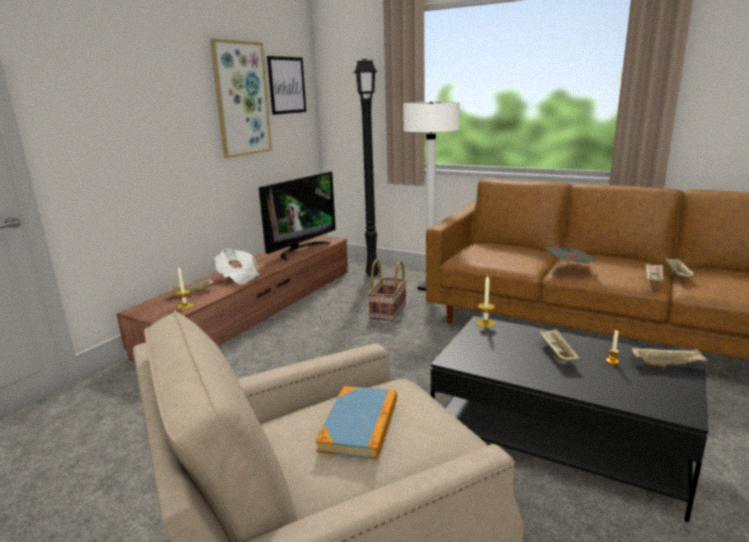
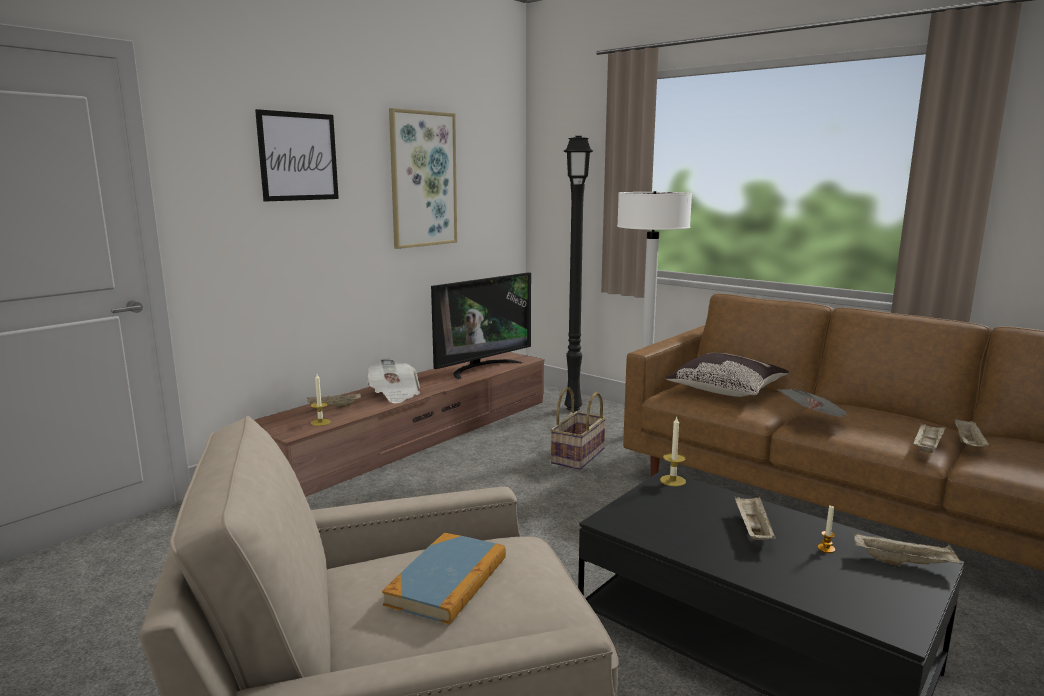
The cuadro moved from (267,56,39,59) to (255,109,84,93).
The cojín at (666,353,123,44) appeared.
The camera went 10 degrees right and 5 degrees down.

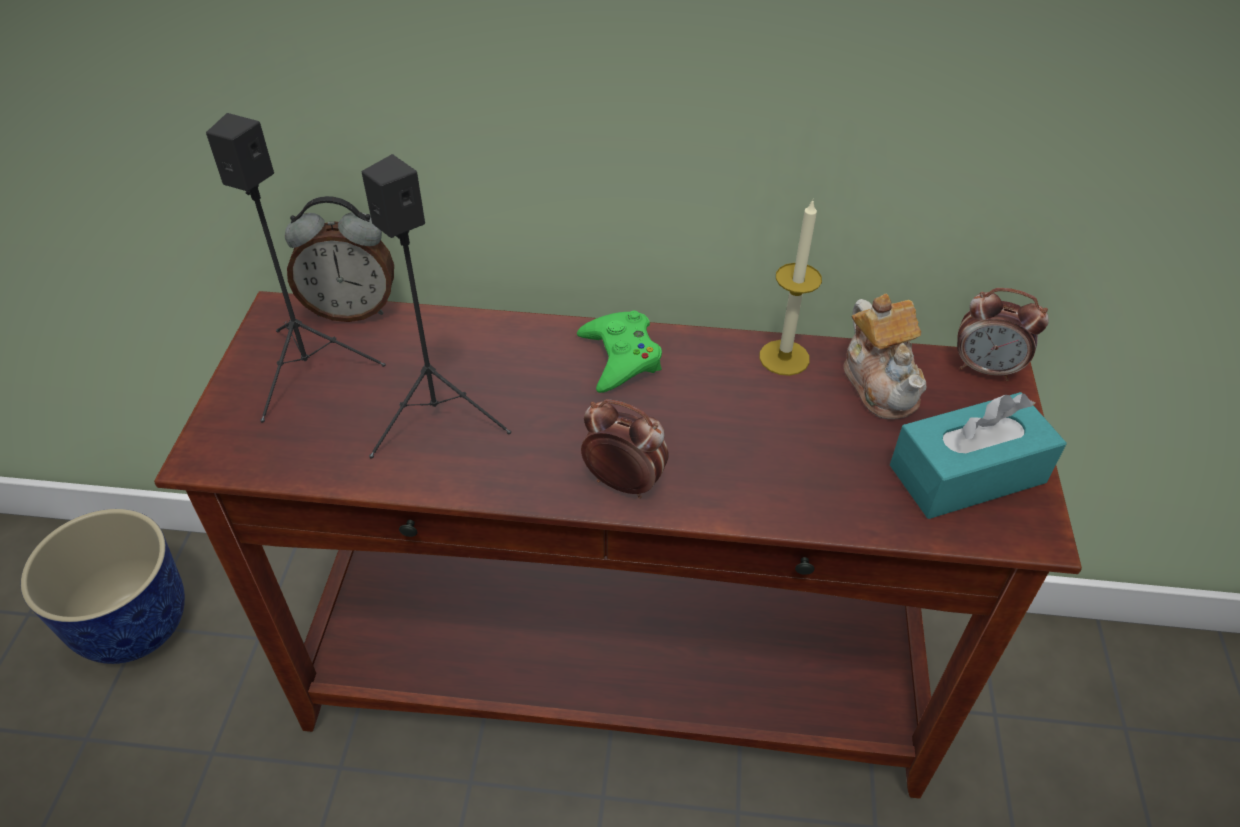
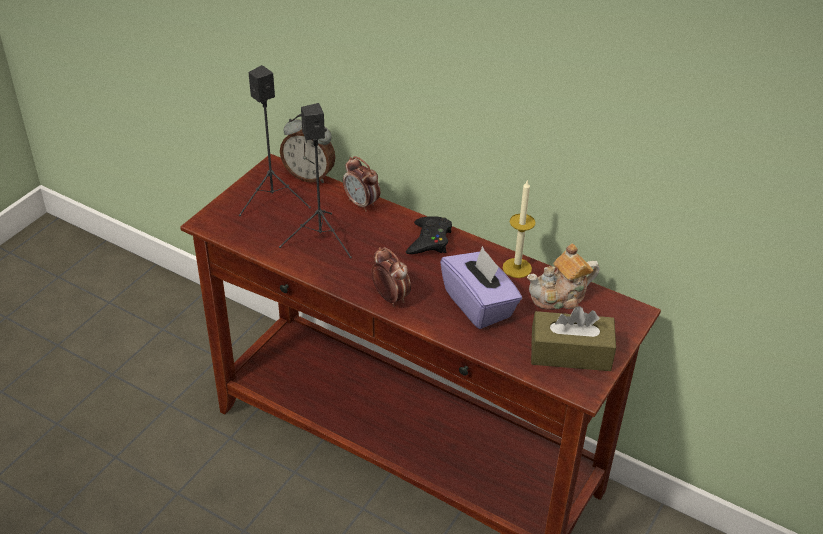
The despertador moved from (957,288,92,93) to (343,156,37,56).
The tetera at (844,294,82,125) turned 60 degrees clockwise.
The mando de consola (verde) at (577,311,85,82) became the mando de consola (negro) at (406,216,46,38).
The caja de pañuelos (turquesa) at (890,392,177,127) became the caja de pañuelos (marrón) at (531,306,85,65).
The maceta at (21,509,164,155) disappeared.
The caja de pañuelos (morado) at (440,246,82,83) appeared.
The camera went 25 degrees right and 5 degrees down.

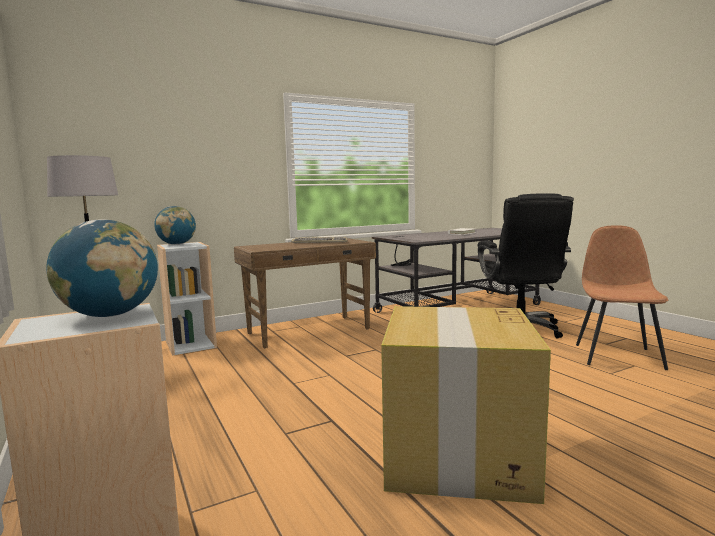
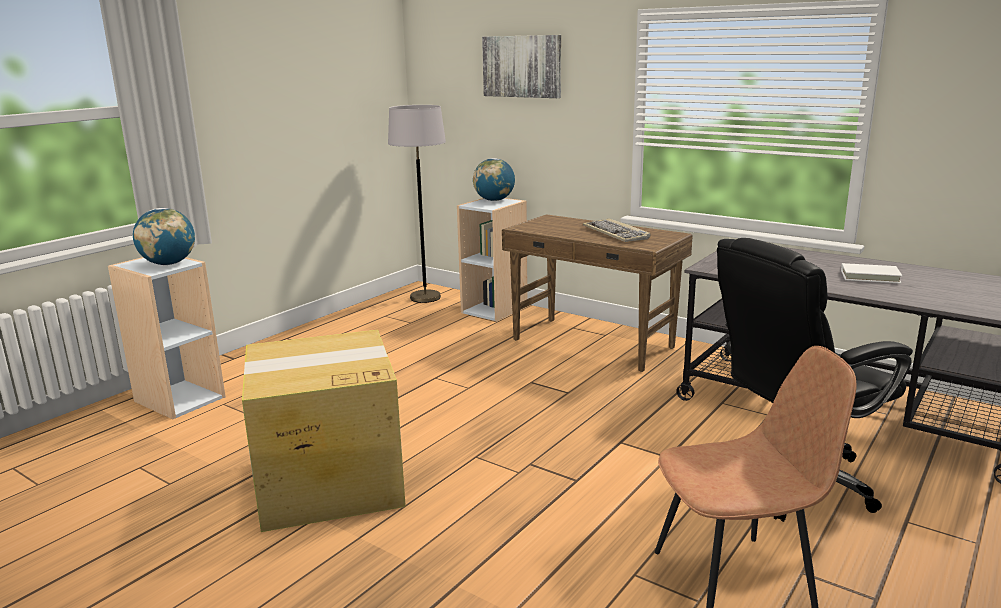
The cuadro at (482,35,79,63) appeared.
The camera went 65 degrees right and 10 degrees up.

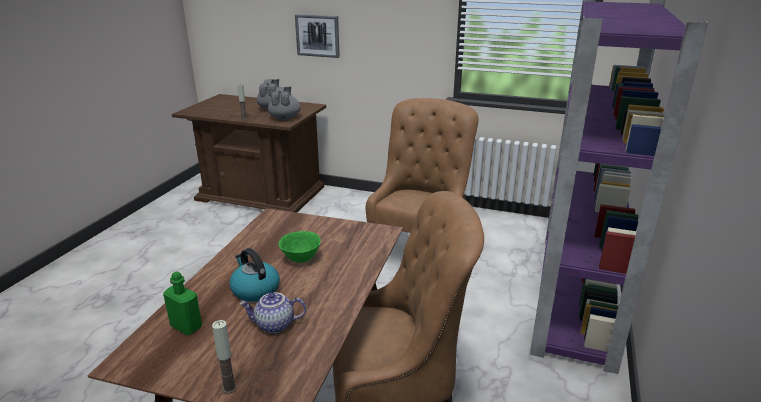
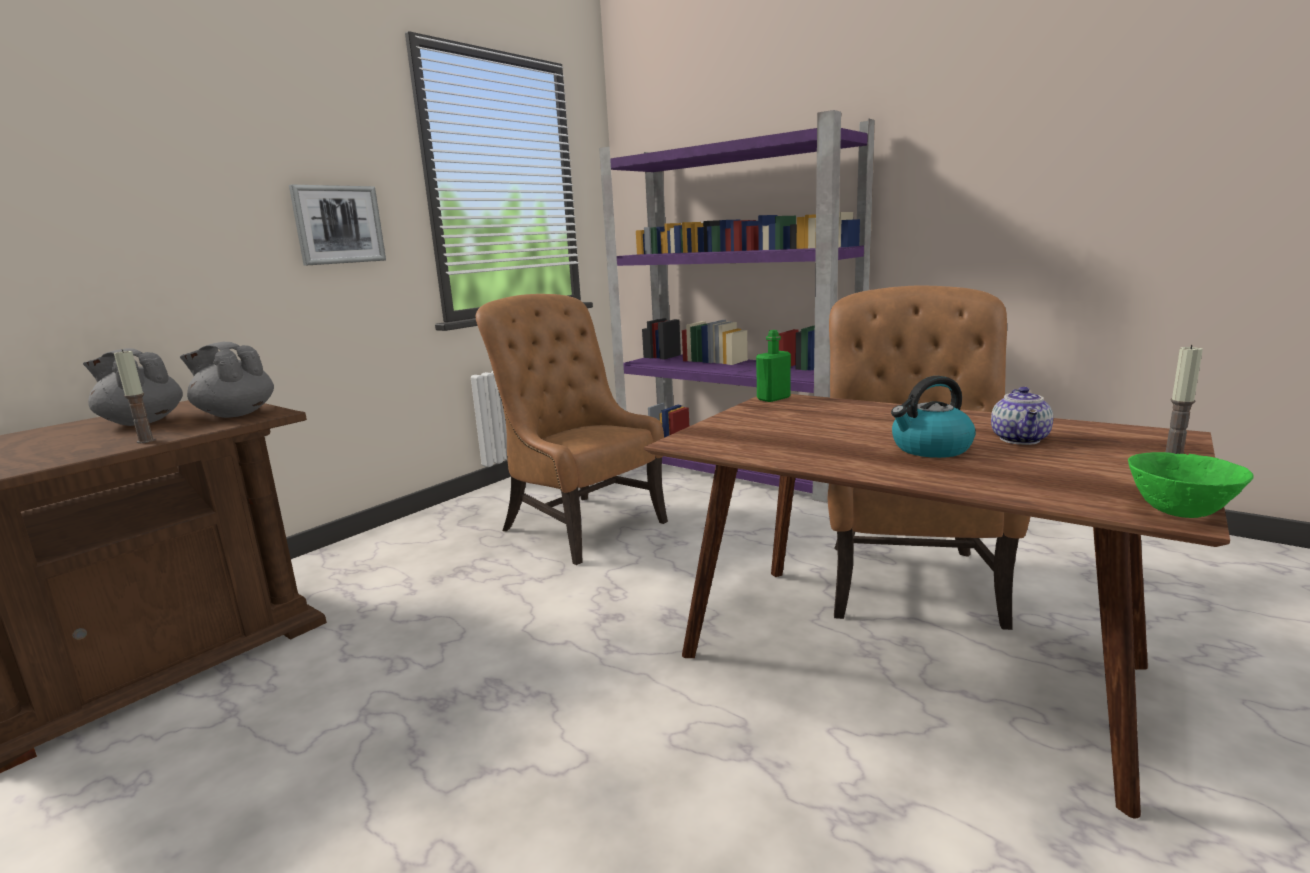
The cuadro moved from (295,14,45,44) to (289,185,97,81).
The cuenco (verde) moved from (279,231,42,32) to (1128,452,126,66).
The botella (verde) moved from (163,272,39,63) to (756,330,35,72).
The camera went 70 degrees left and 10 degrees down.

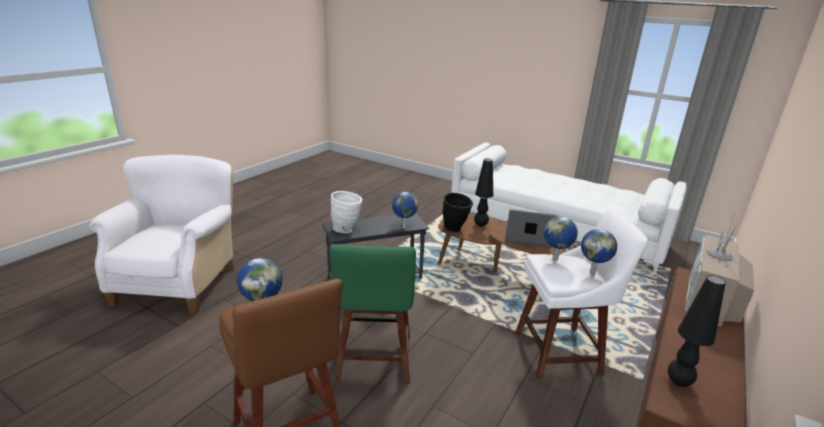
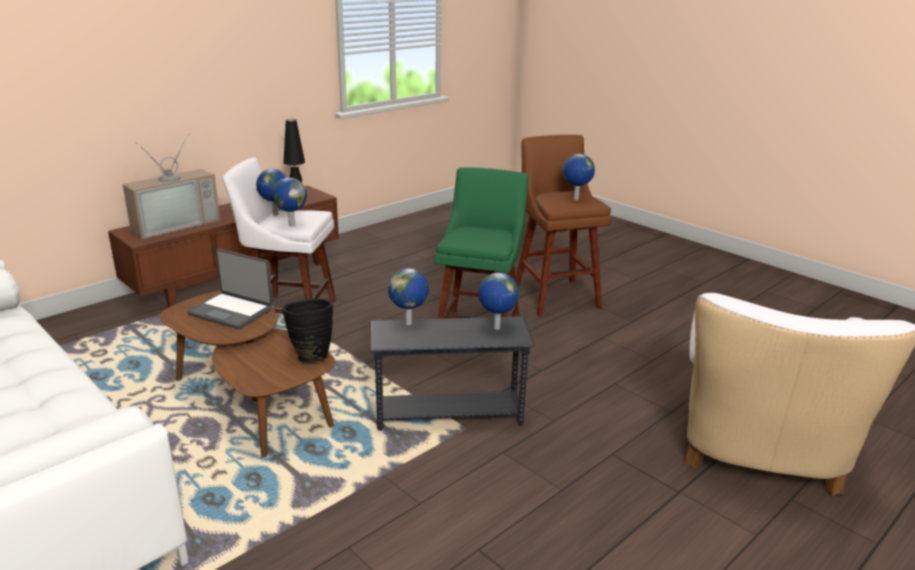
The lámpara de mesa (negro) at (474,158,19,69) disappeared.
The florero (blanco) at (331,191,31,42) was replaced by the globo terráqueo at (478,272,41,58).
The camera went 165 degrees left and 0 degrees up.

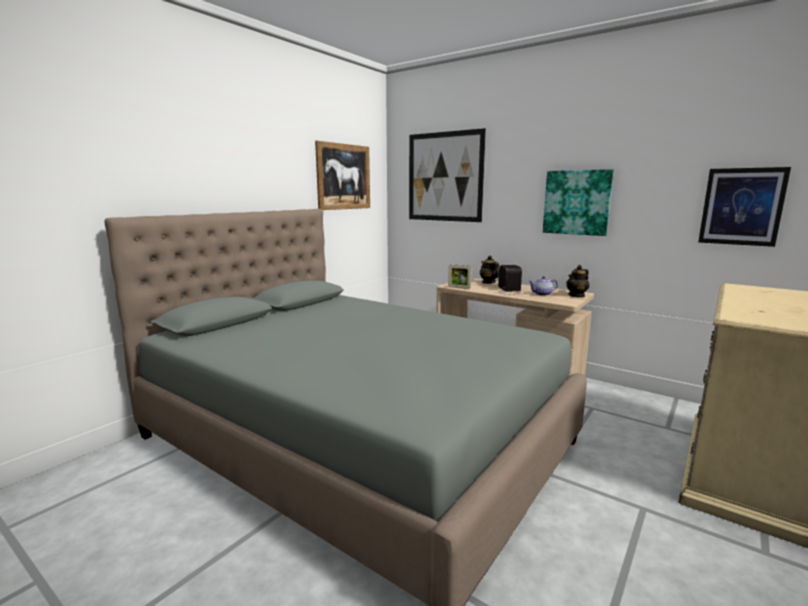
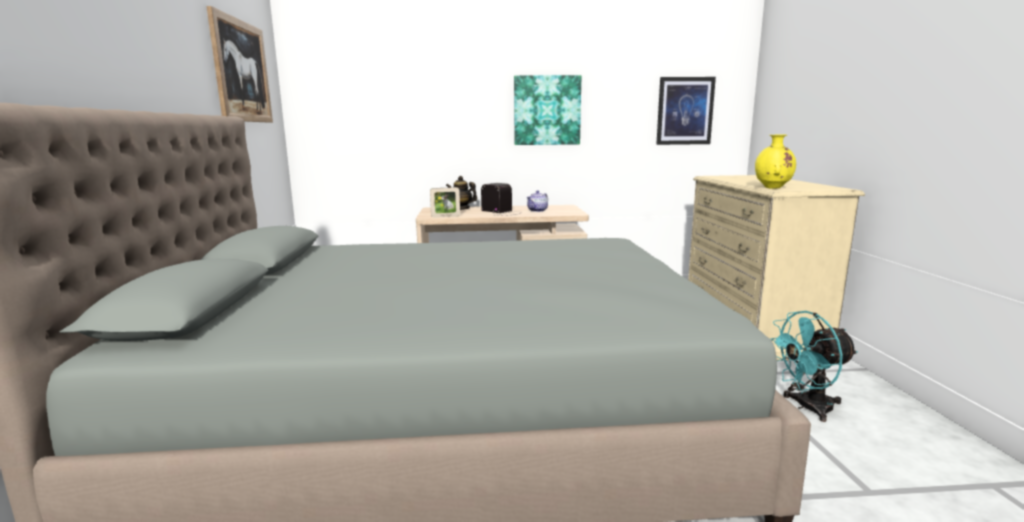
The cuadro at (409,128,77,94) disappeared.
The tetera at (566,265,23,33) disappeared.
The florero (amarillo) at (755,134,41,55) appeared.
The ventilador (turquesa) at (770,311,88,111) appeared.
The camera went 40 degrees left and 0 degrees up.

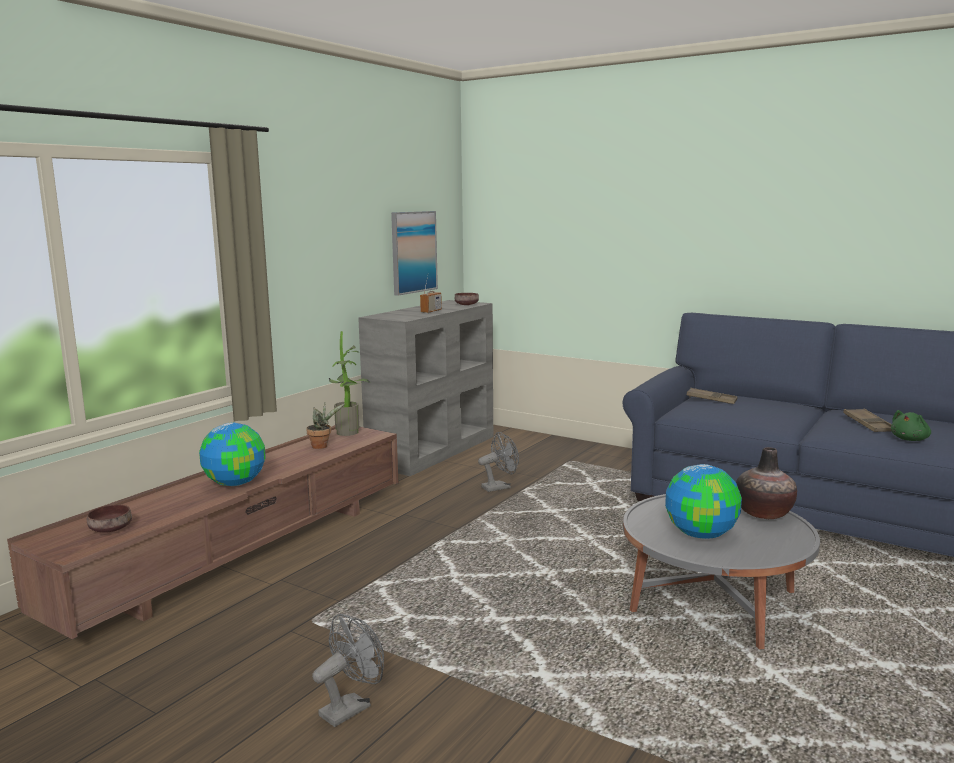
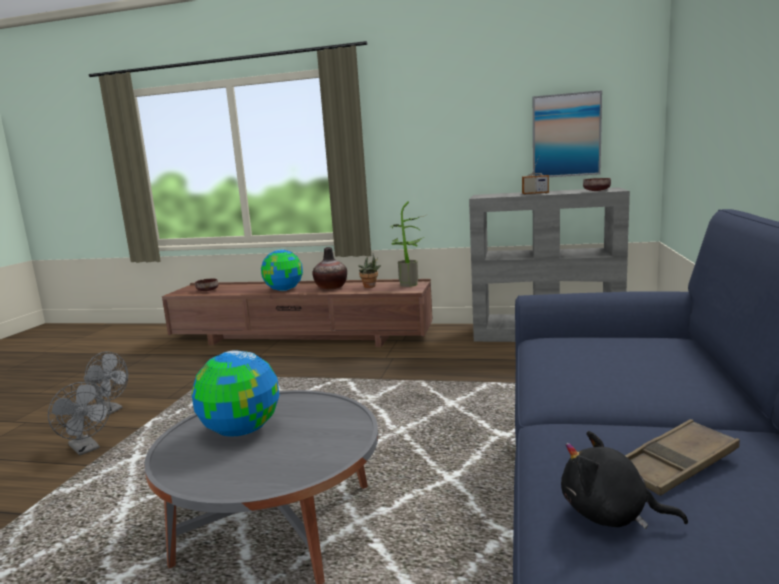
The bandeja (marrón) at (687,388,51,16) disappeared.
The peluche (verde) at (891,410,40,31) became the peluche (negro) at (561,431,127,98).
The ventilador (gris) moved from (478,432,41,60) to (48,382,63,73).
The florero moved from (736,447,61,72) to (312,247,35,43).
The camera went 70 degrees right and 0 degrees up.

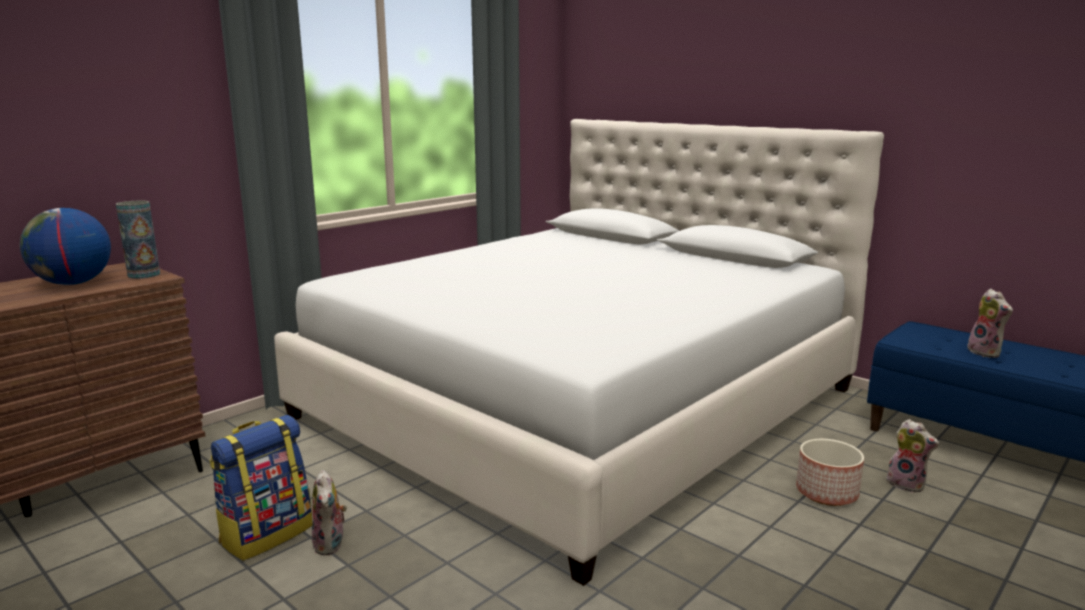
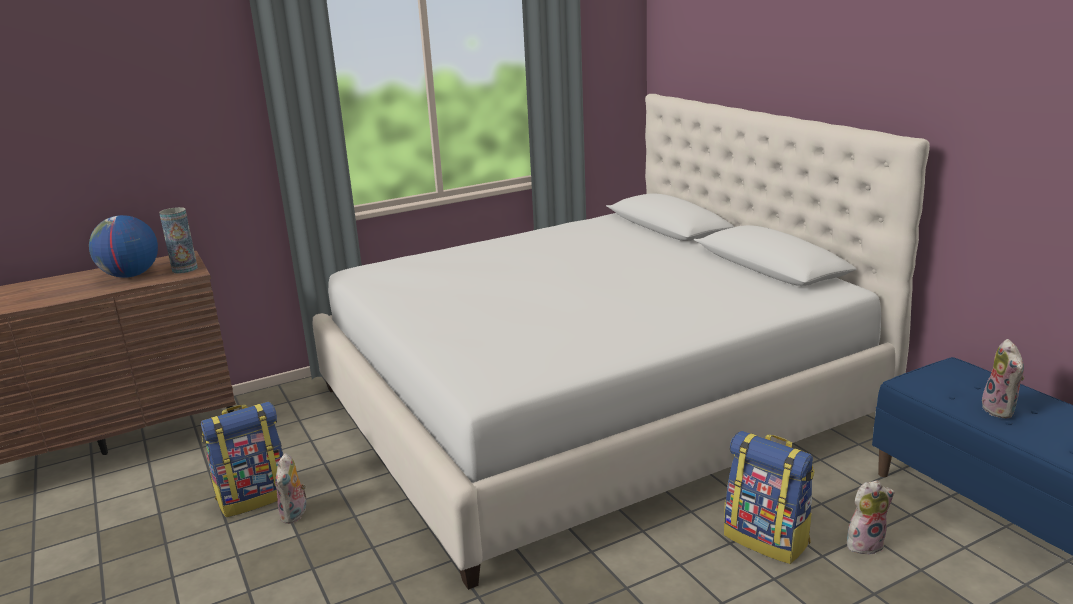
The peluche at (886,419,53,74) turned 75 degrees counterclockwise.
The maceta at (796,439,68,67) was replaced by the mochila at (724,431,91,133).
The camera went 20 degrees right and 5 degrees up.

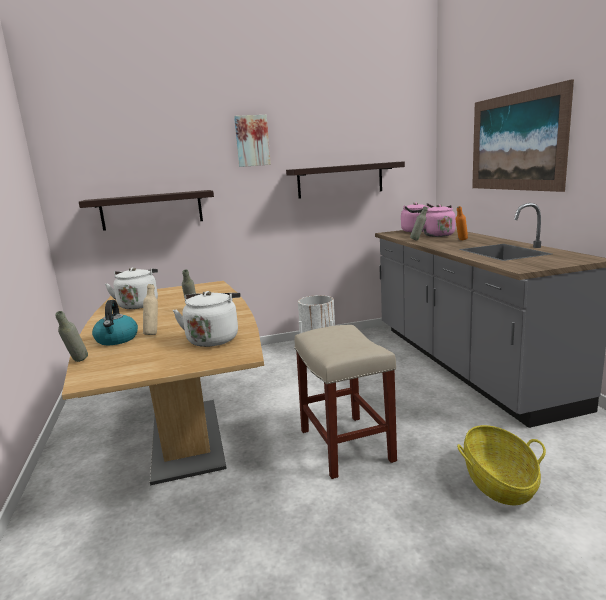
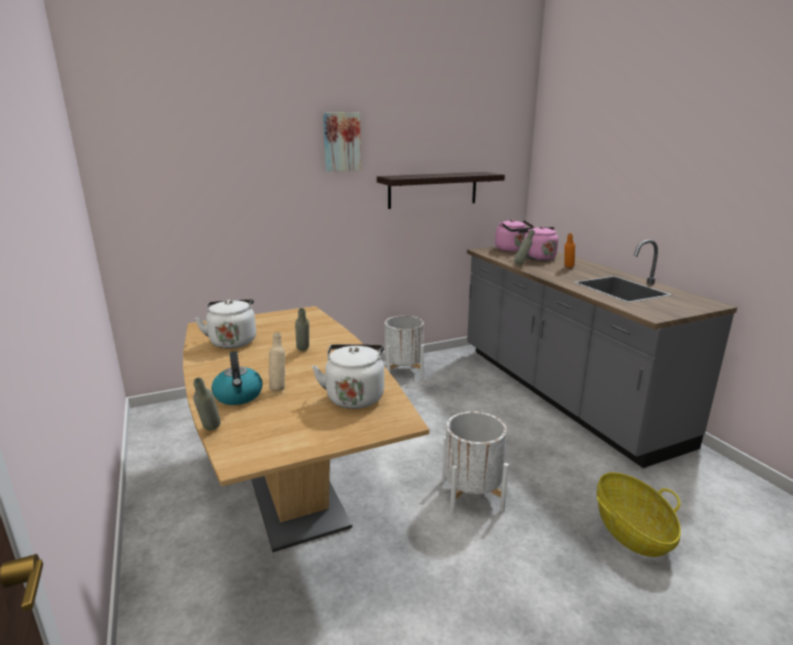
The cuadro at (472,79,102,113) disappeared.
The estante at (79,190,135,41) disappeared.
The taburete (beis) at (294,325,103,154) was replaced by the maceta (blanco) at (442,411,67,103).
The camera went 10 degrees left and 5 degrees up.

